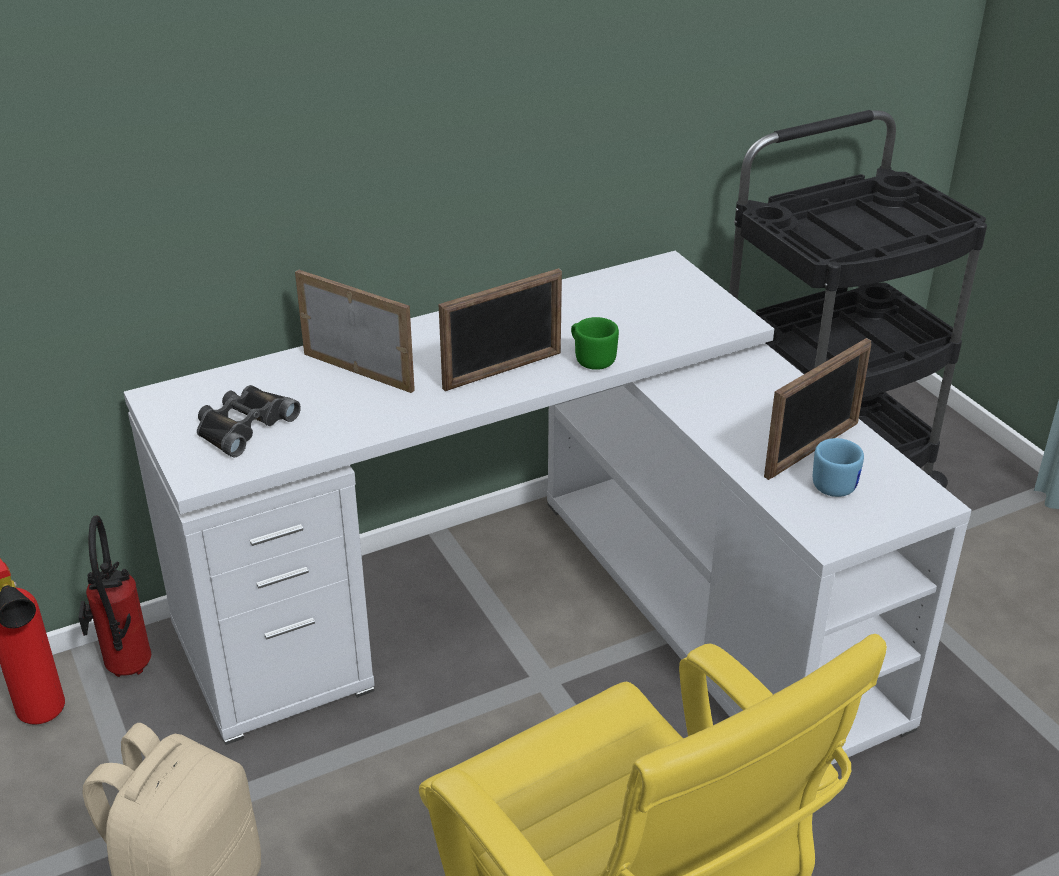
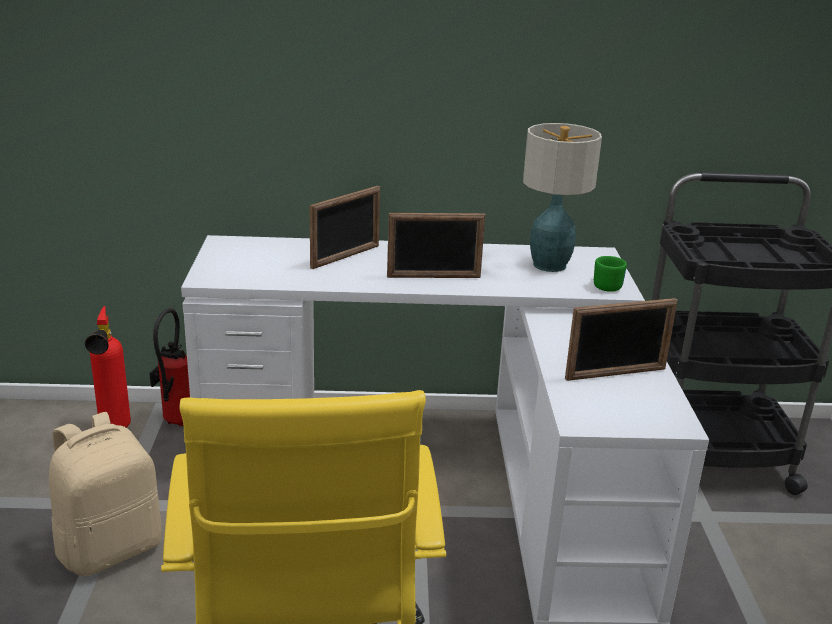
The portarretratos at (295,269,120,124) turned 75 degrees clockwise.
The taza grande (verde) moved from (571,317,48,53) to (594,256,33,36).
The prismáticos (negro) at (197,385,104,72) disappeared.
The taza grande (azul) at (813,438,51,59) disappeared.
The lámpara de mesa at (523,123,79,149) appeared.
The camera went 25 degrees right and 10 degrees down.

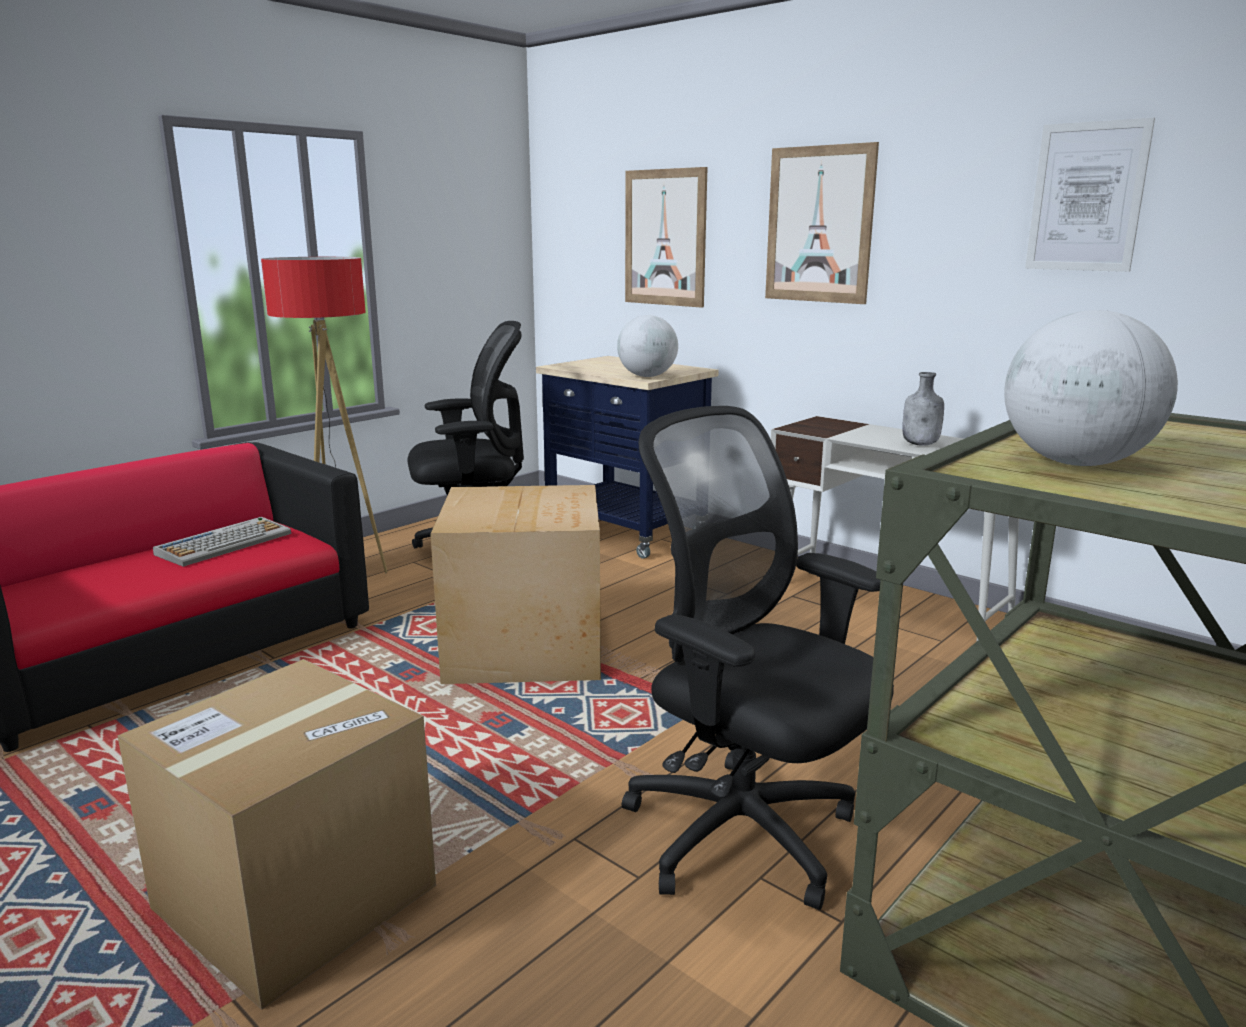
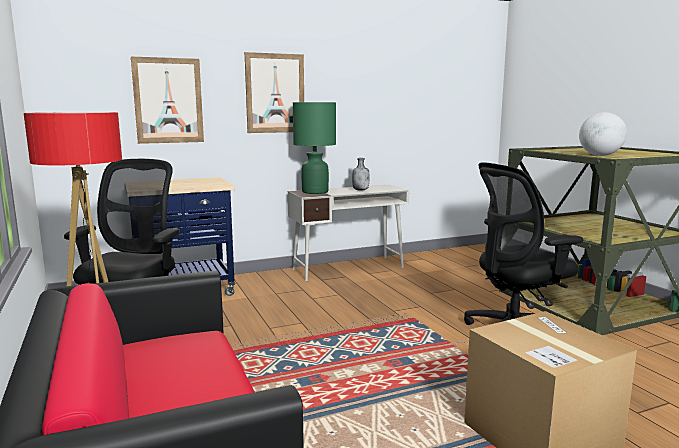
The cuadro at (1025,118,130,154) disappeared.
The globo terráqueo at (617,315,61,62) disappeared.
The caja de cartón at (430,485,171,199) disappeared.
The teclado at (153,517,138,50) disappeared.
The lámpara de mesa (verde) at (293,102,43,92) appeared.
The camera went 65 degrees left and 5 degrees down.

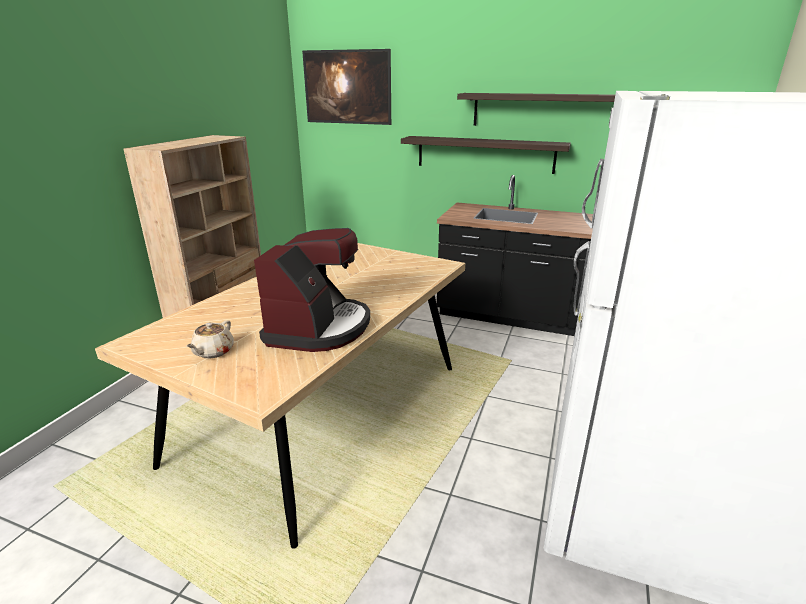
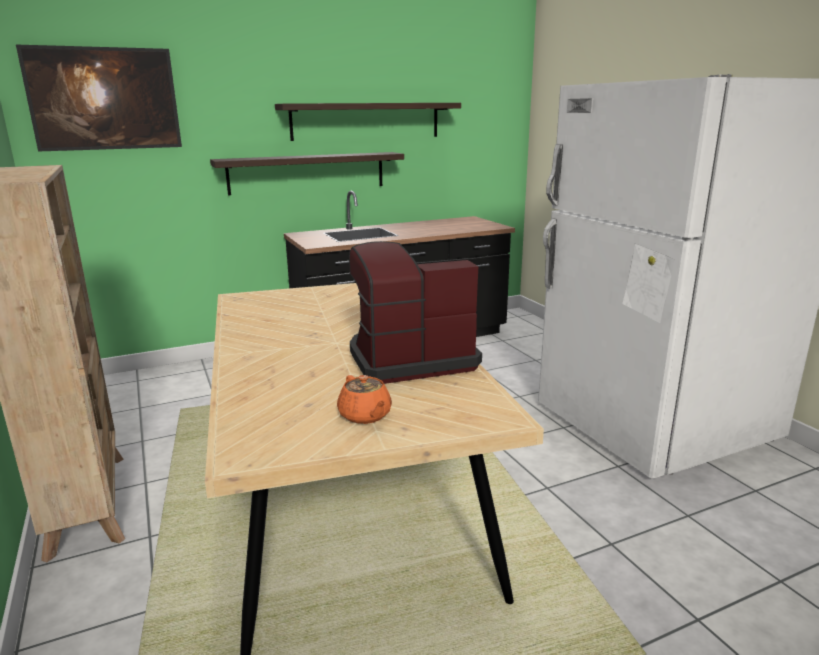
The cafetera at (254,228,116,124) turned 75 degrees counterclockwise.
The tetera (beis) at (186,320,48,38) became the tetera (naranja) at (337,375,55,49).
The camera went 45 degrees left and 5 degrees down.

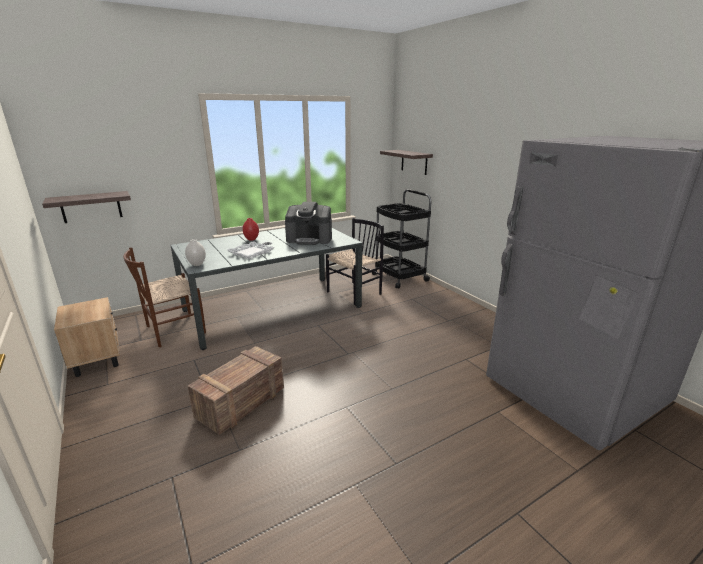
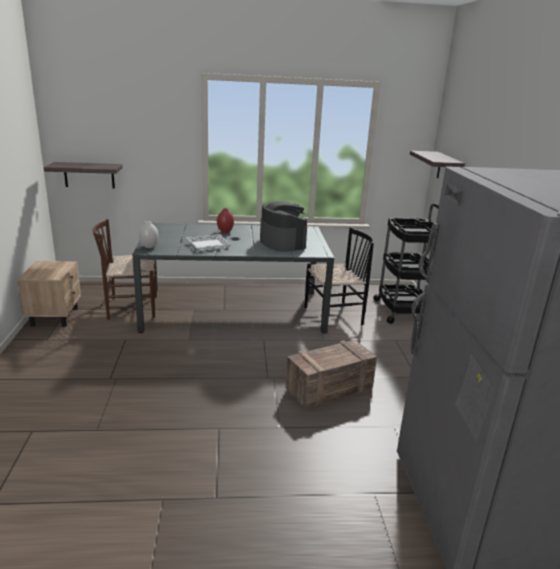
The cafetera at (285,202,47,43) turned 150 degrees counterclockwise.
The caja de embalaje moved from (188,346,96,89) to (286,340,91,68).
The camera went 25 degrees right and 0 degrees up.

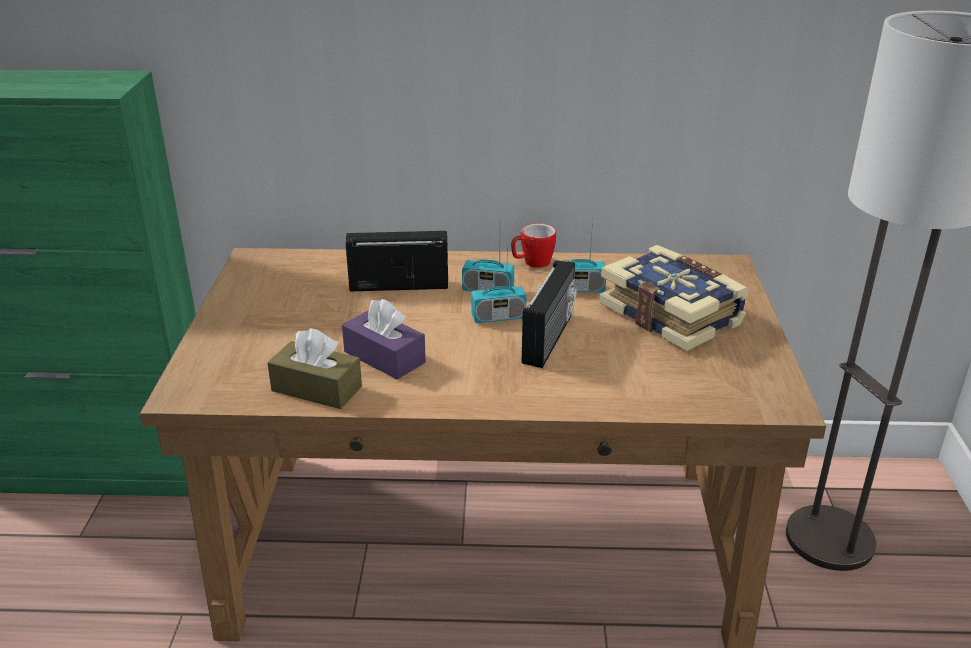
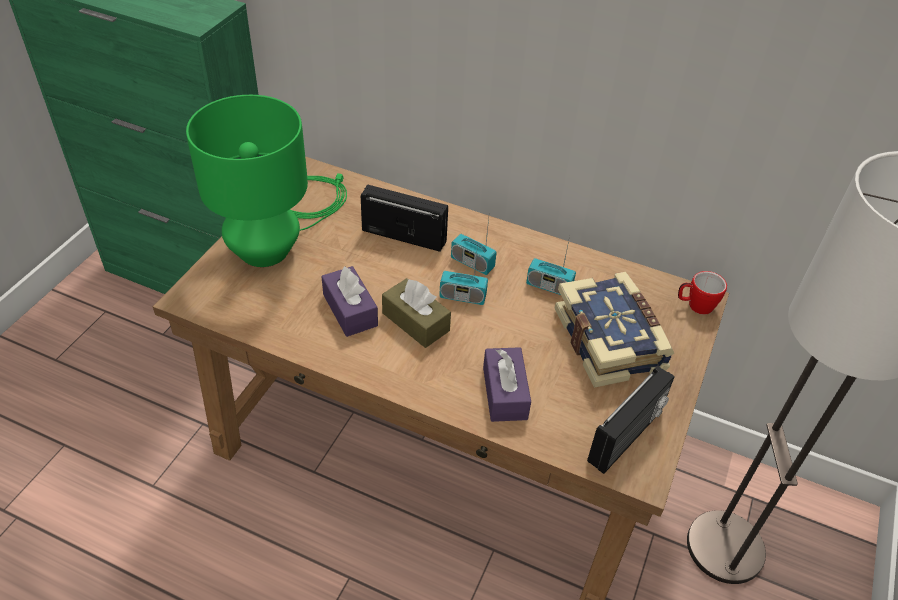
The taza grande moved from (511,223,46,45) to (678,271,49,44).
The radio moved from (522,260,55,108) to (587,366,88,108).
The caja de pañuelos (marrón) moved from (267,328,95,81) to (382,278,69,70).
The lámpara de mesa (verde) at (186,95,161,172) appeared.
The caja de pañuelos (morado) at (483,347,48,75) appeared.
The camera went 20 degrees right and 15 degrees up.

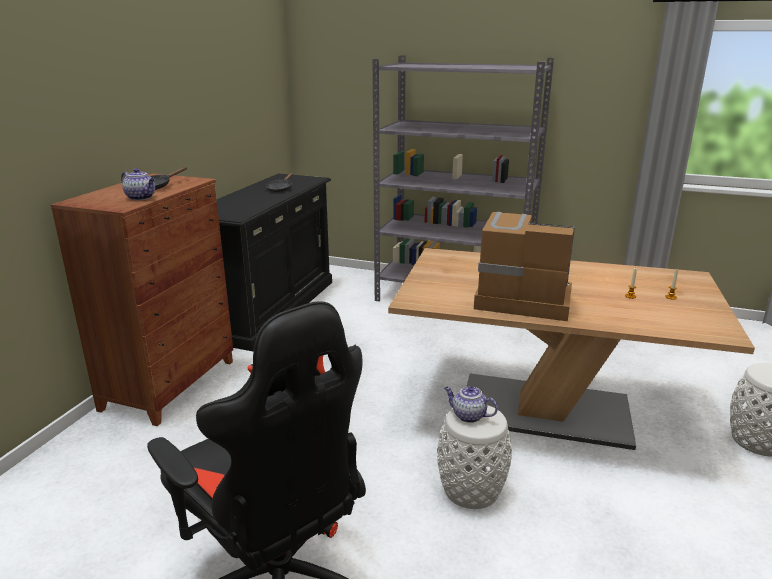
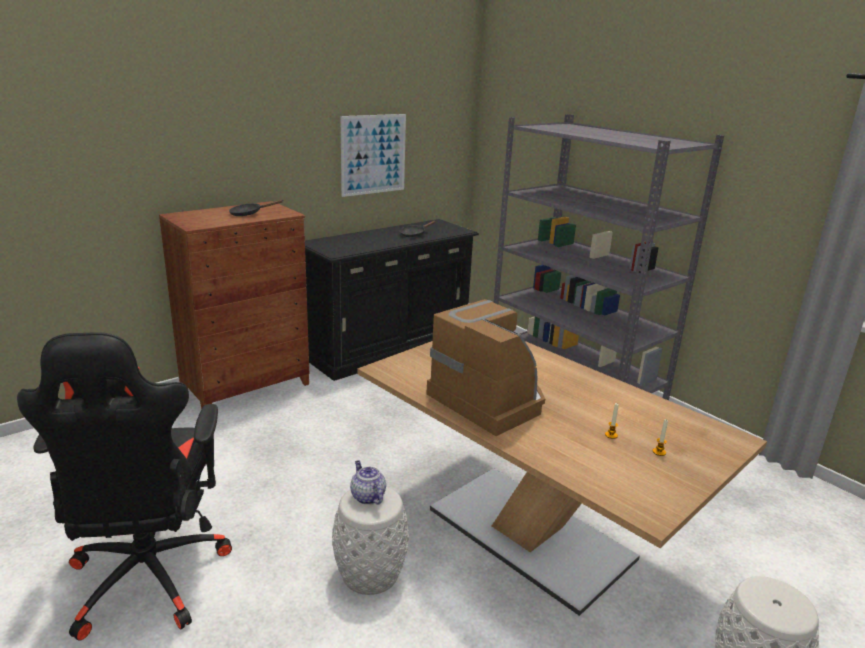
The tetera at (121,168,34,32) disappeared.
The cuadro at (341,114,65,83) appeared.
The camera went 30 degrees right and 0 degrees up.

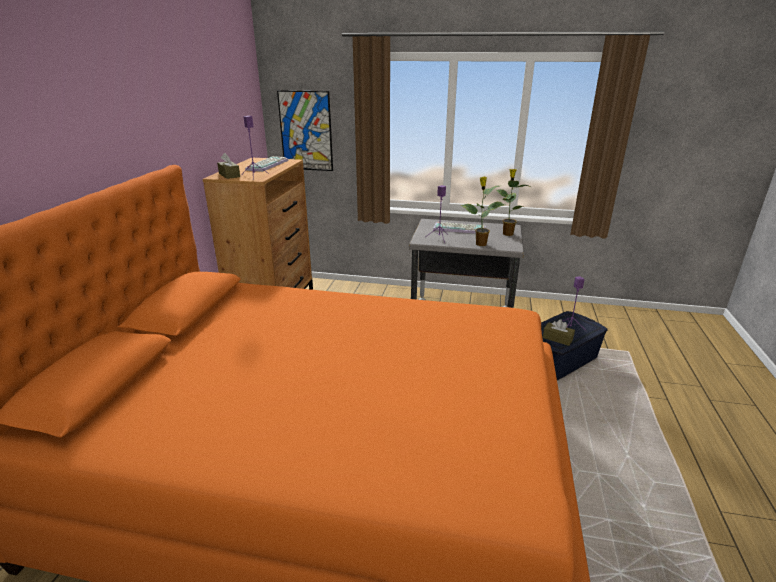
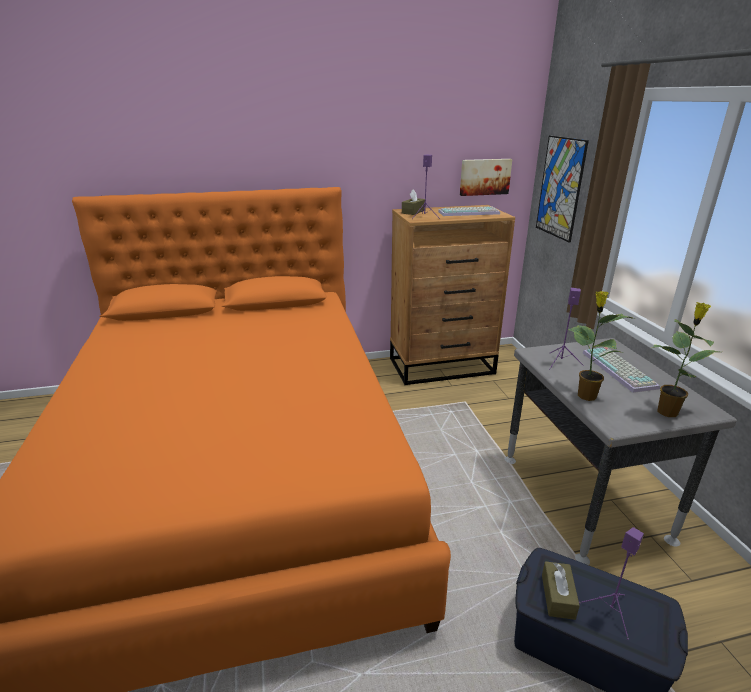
The cuadro at (460,159,52,37) appeared.
The camera went 65 degrees right and 0 degrees up.

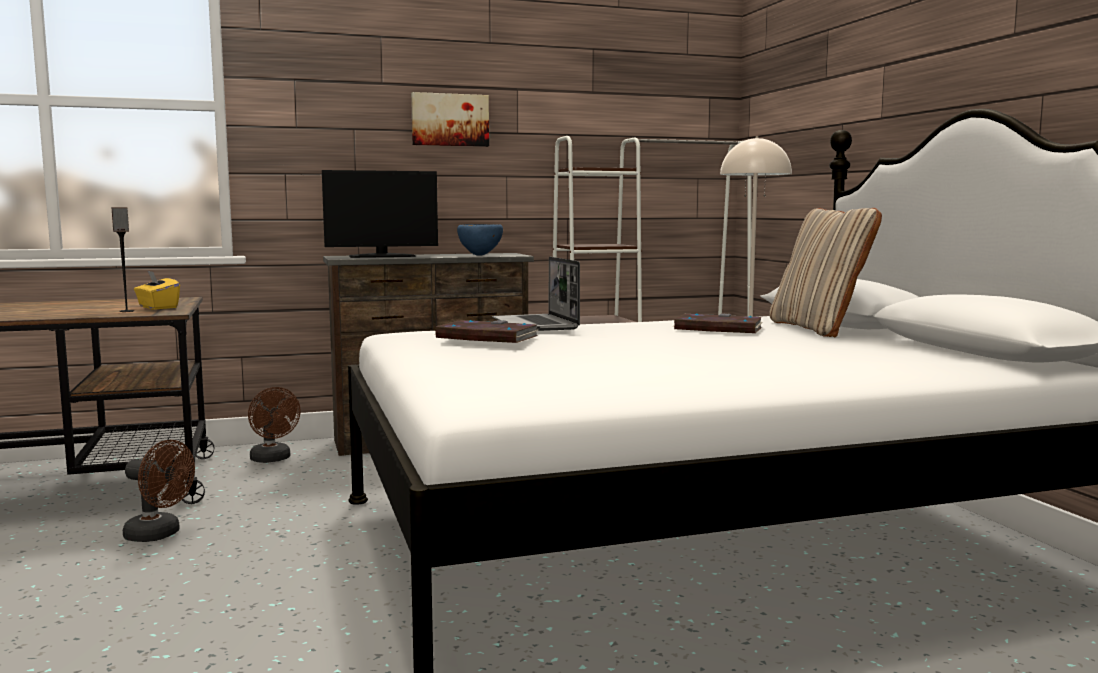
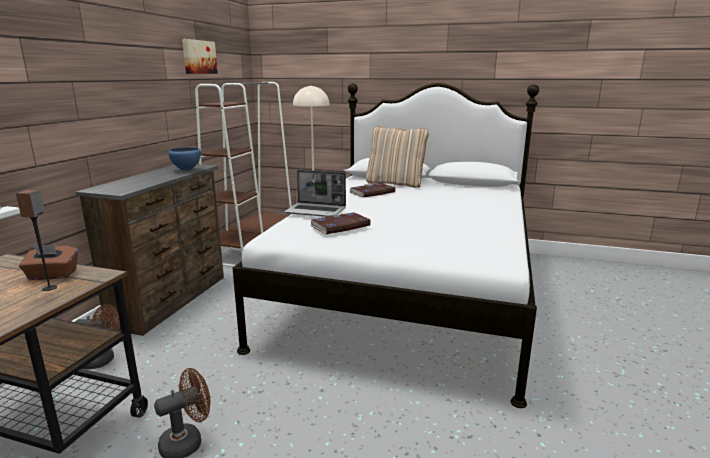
The cuadro moved from (411,92,78,55) to (182,39,36,35).
The monitor at (322,170,116,88) disappeared.
The caja de pañuelos (amarillo) at (134,270,46,40) became the caja de pañuelos (marrón) at (19,245,59,35).
The camera went 55 degrees left and 10 degrees up.

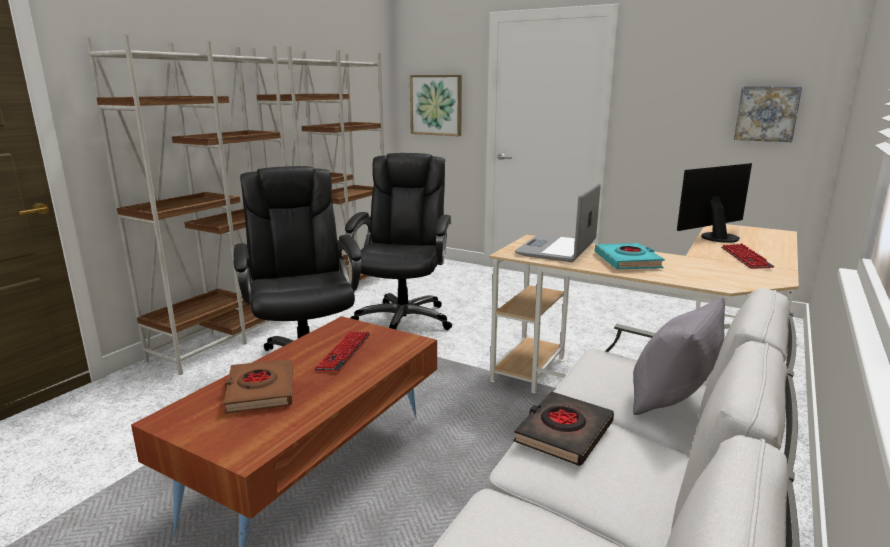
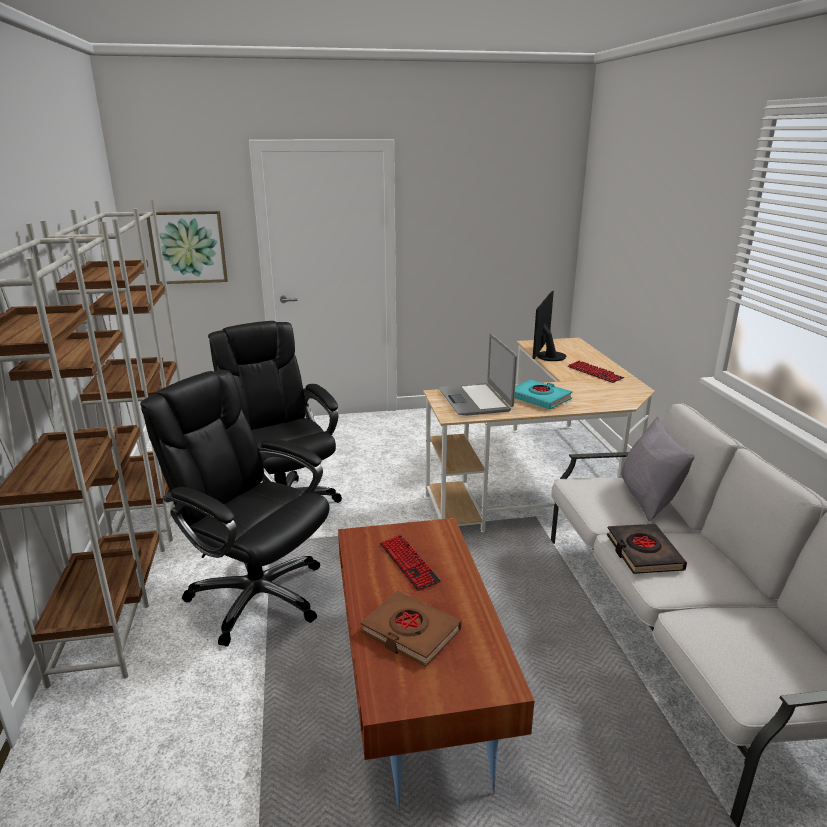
The cuadro at (734,86,68,56) disappeared.
The camera went 40 degrees left and 5 degrees up.

